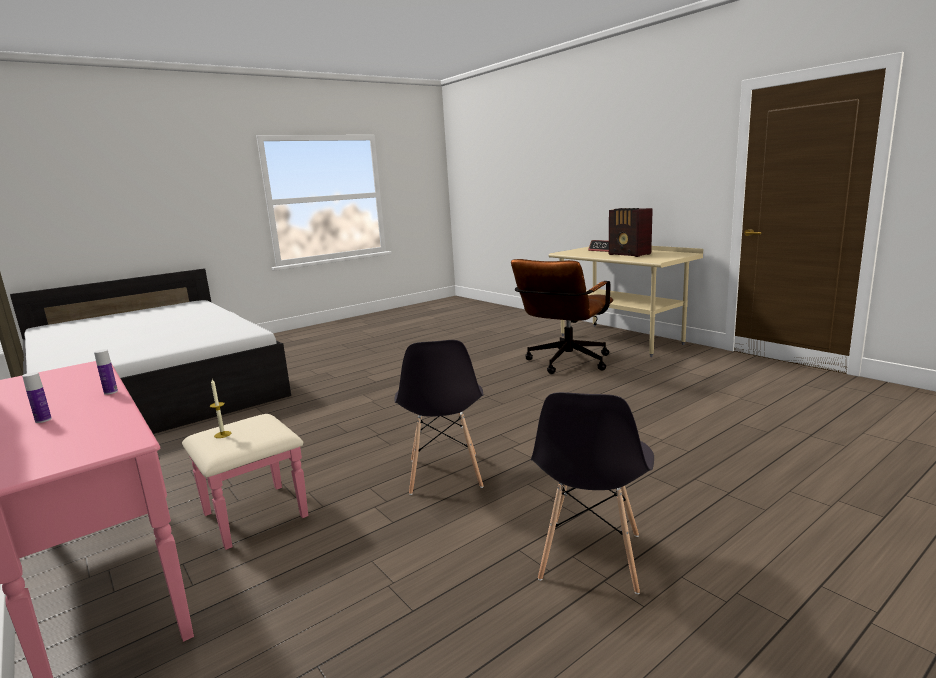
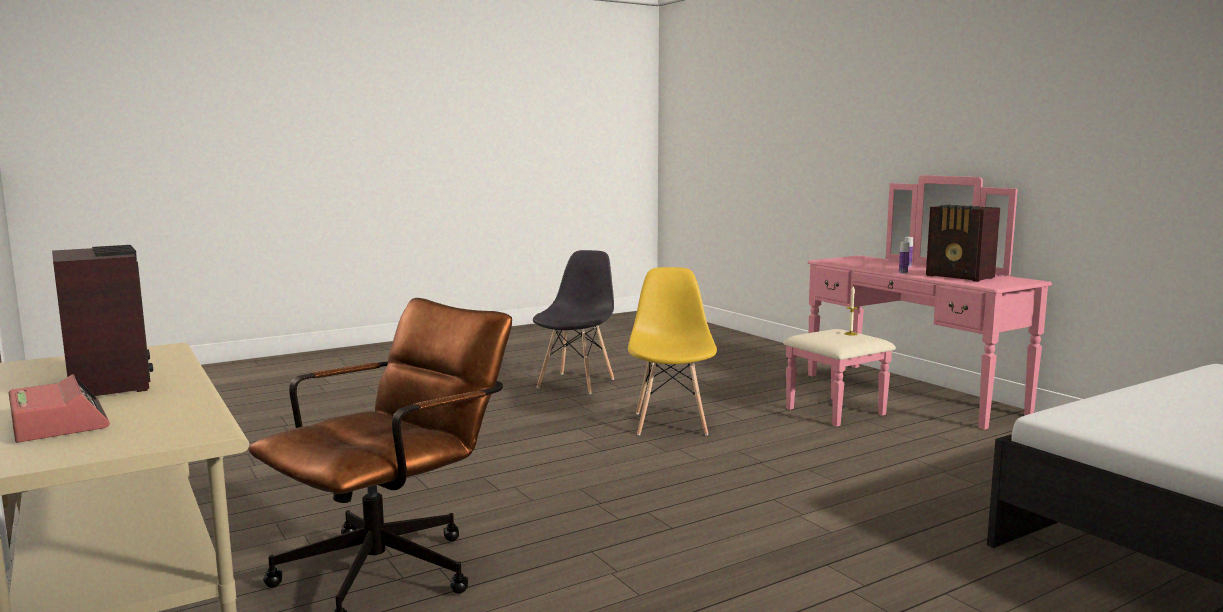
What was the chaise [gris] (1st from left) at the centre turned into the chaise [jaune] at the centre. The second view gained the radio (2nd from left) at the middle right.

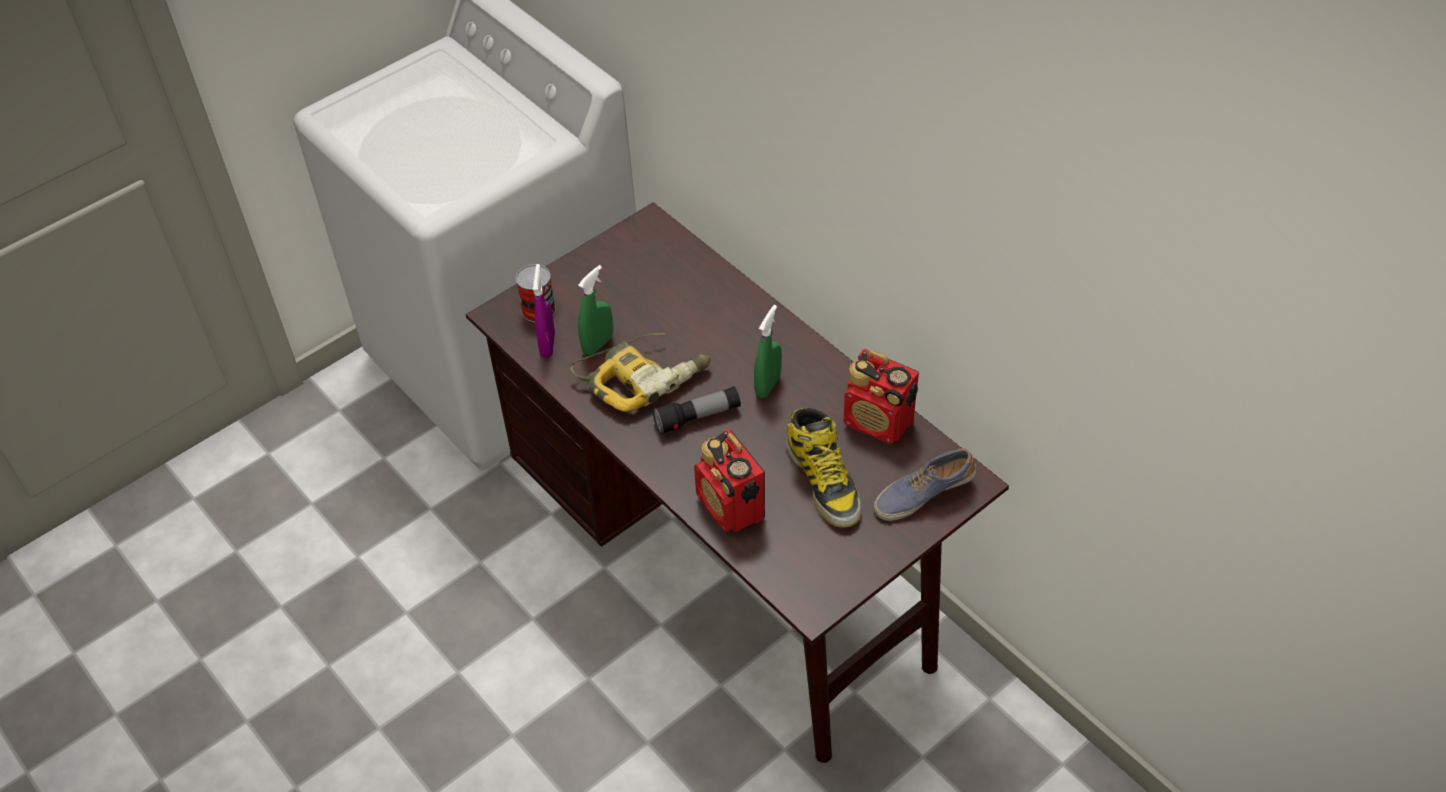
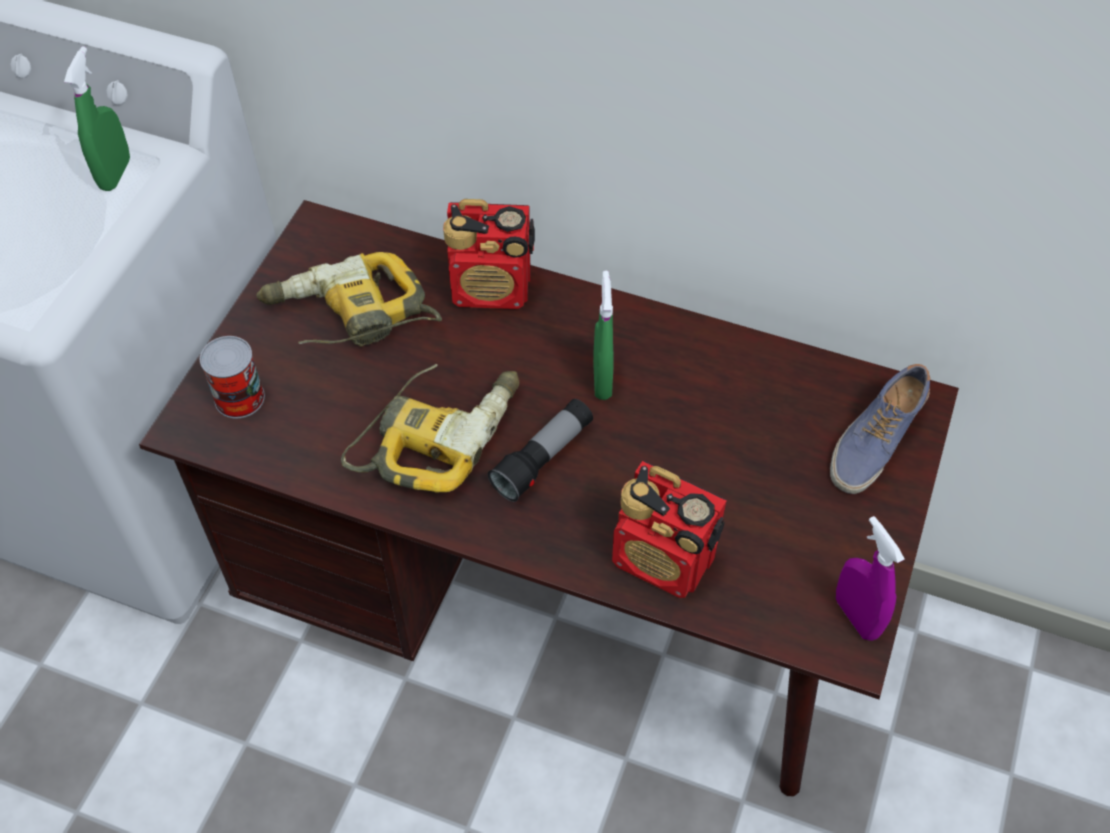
The vaporisateur [violet] ended up elsewhere, having gone from the centre to the bottom right. The vaporisateur [vert] (1st from left) ended up elsewhere, having gone from the centre to the top left. The second view lost the botte at the centre. The radio (2nd from left in the first image) ended up elsewhere, having gone from the centre to the top centre. The second view gained the perceuse (1st from left) at the middle left.

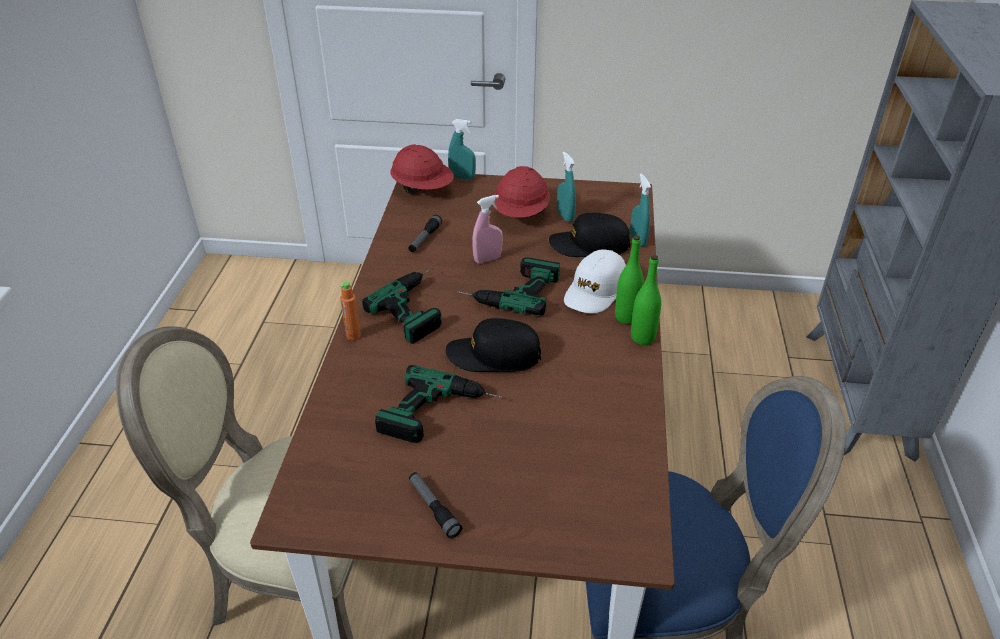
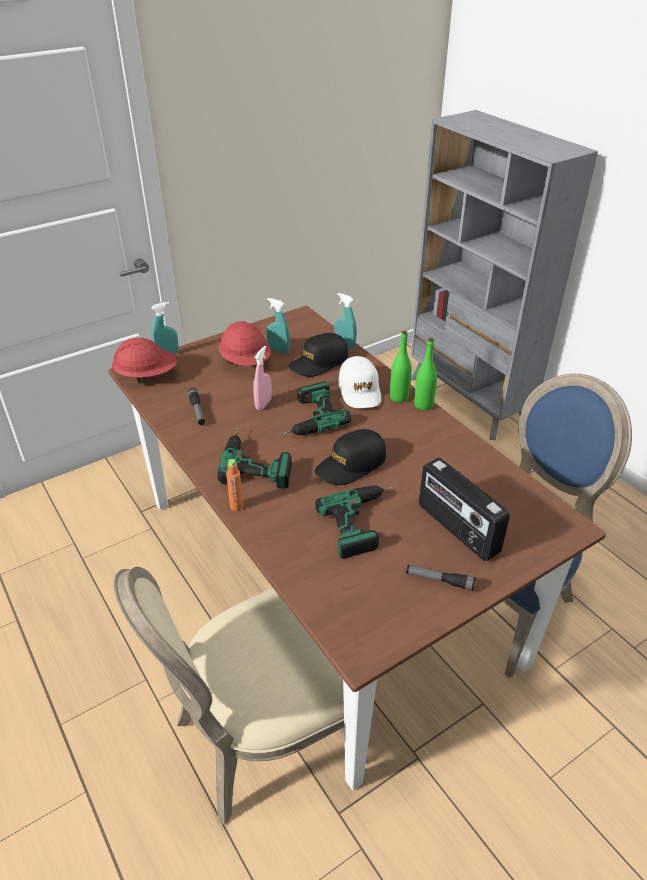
The second view gained the radio at the middle right.

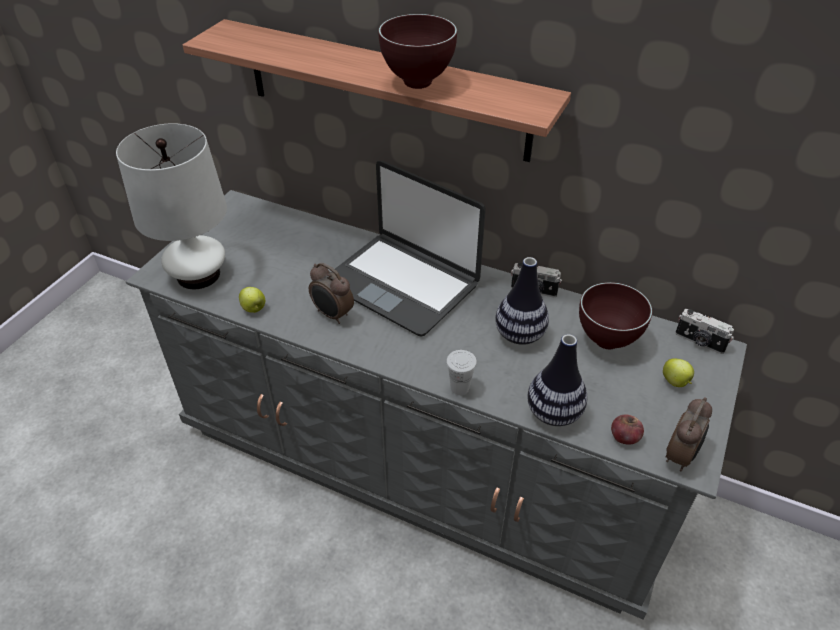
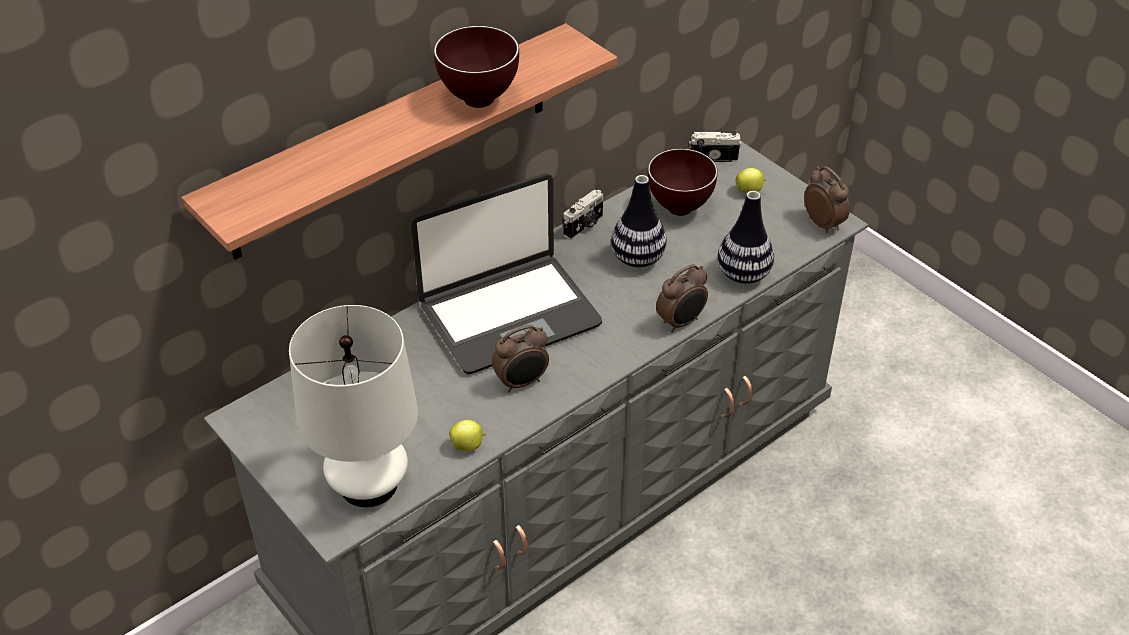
Where the tasse [blanc] stood at the centre, the réveil (2nd from left) came to stand at the centre. The second view lost the pomme (2nd from left) at the bottom right. The appareil photo (2nd from left) at the middle right ended up facing another way, 150 degrees counterclockwise from before.

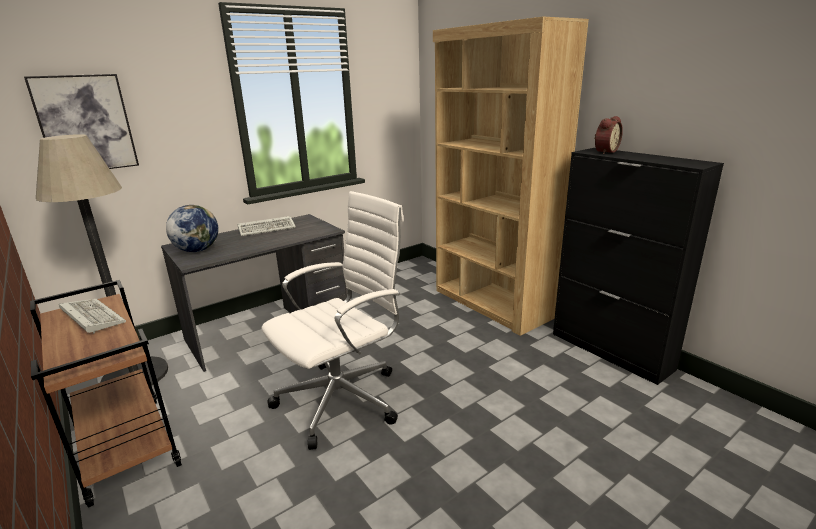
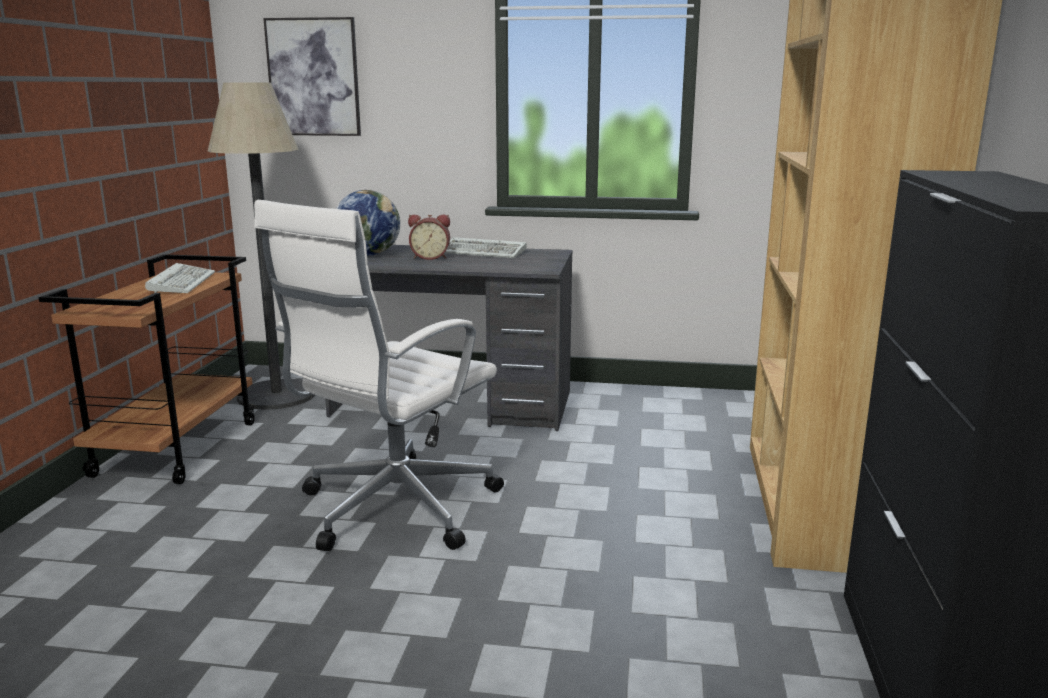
The chaise de bureau [blanc] at the centre ended up facing another way, 120 degrees clockwise from before. The réveil ended up elsewhere, having gone from the top right to the centre.

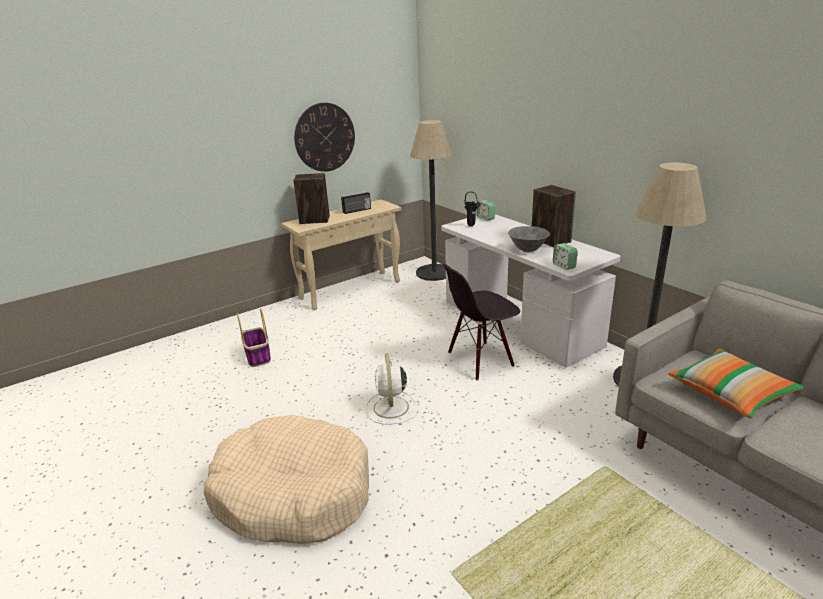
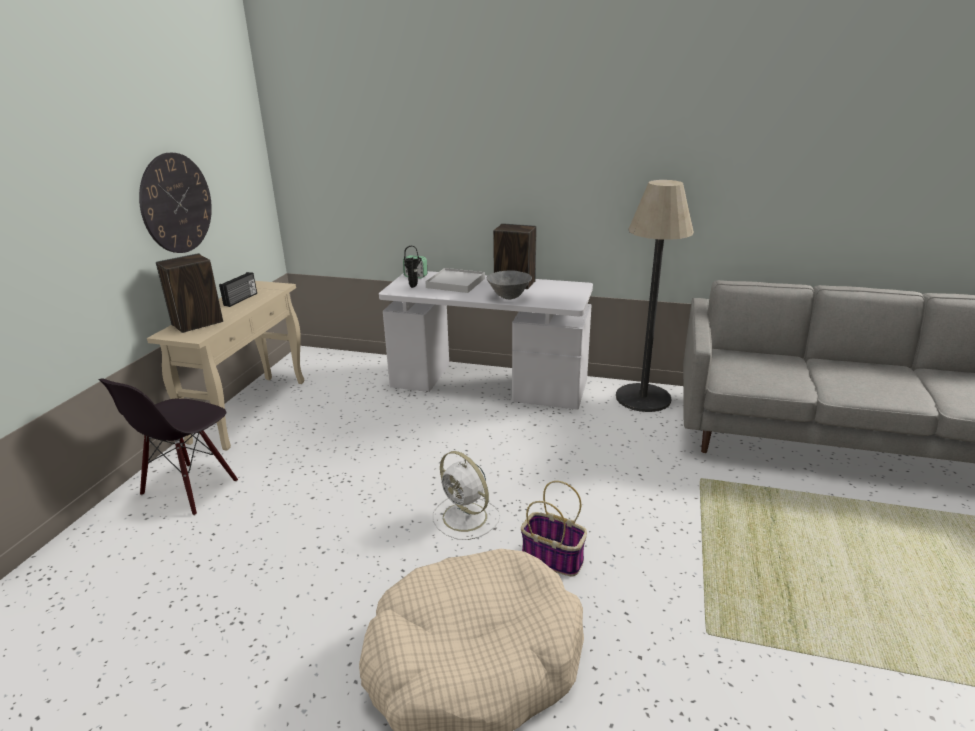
The panier ended up elsewhere, having gone from the middle left to the bottom centre. The second view lost the lampadaire (1st from left) at the centre. The chaise [noir] ended up elsewhere, having gone from the centre to the middle left. The second view lost the réveil (2nd from left) at the middle right. The second view lost the coussin at the middle right. The second view gained the plateau [blanc] at the centre.

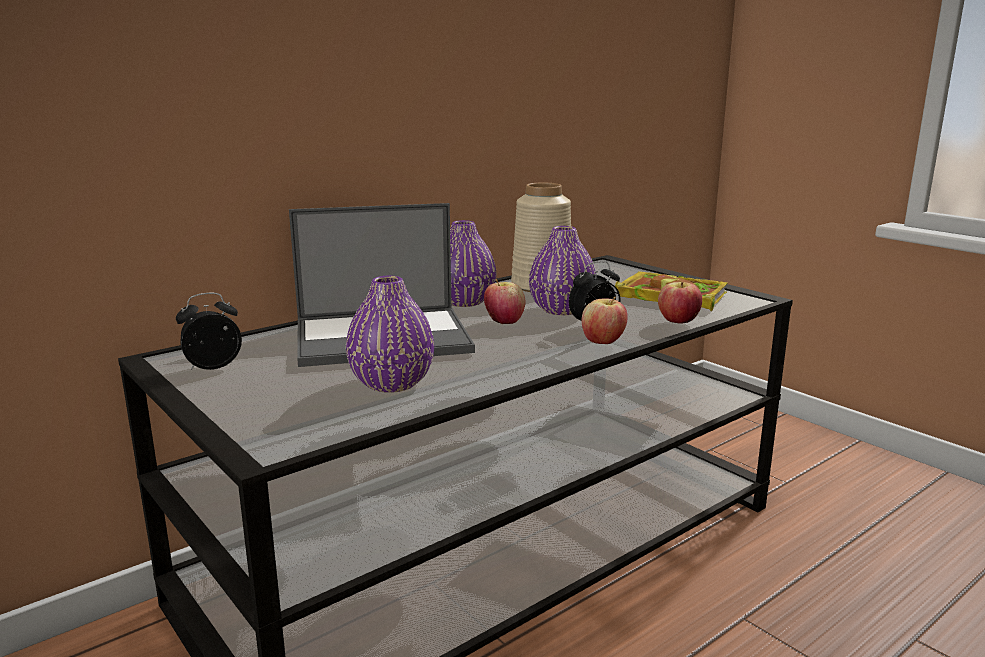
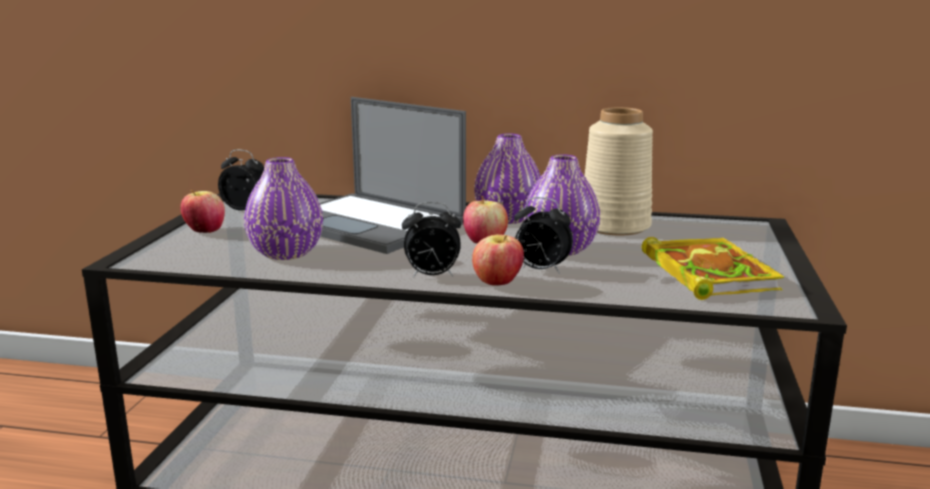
The pomme (3rd from left in the first image) ended up elsewhere, having gone from the middle right to the middle left. The second view gained the réveil (2nd from left) at the centre.

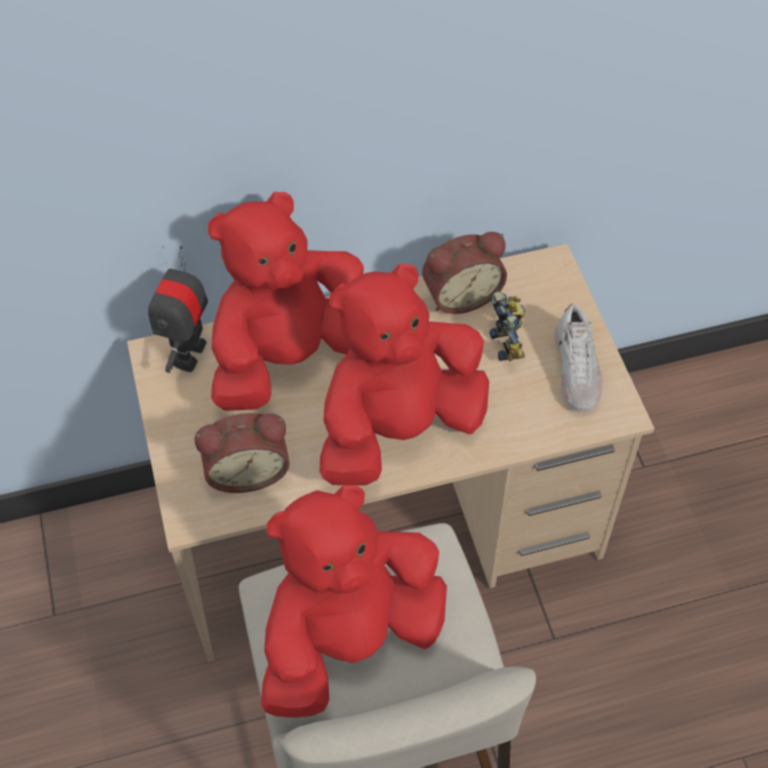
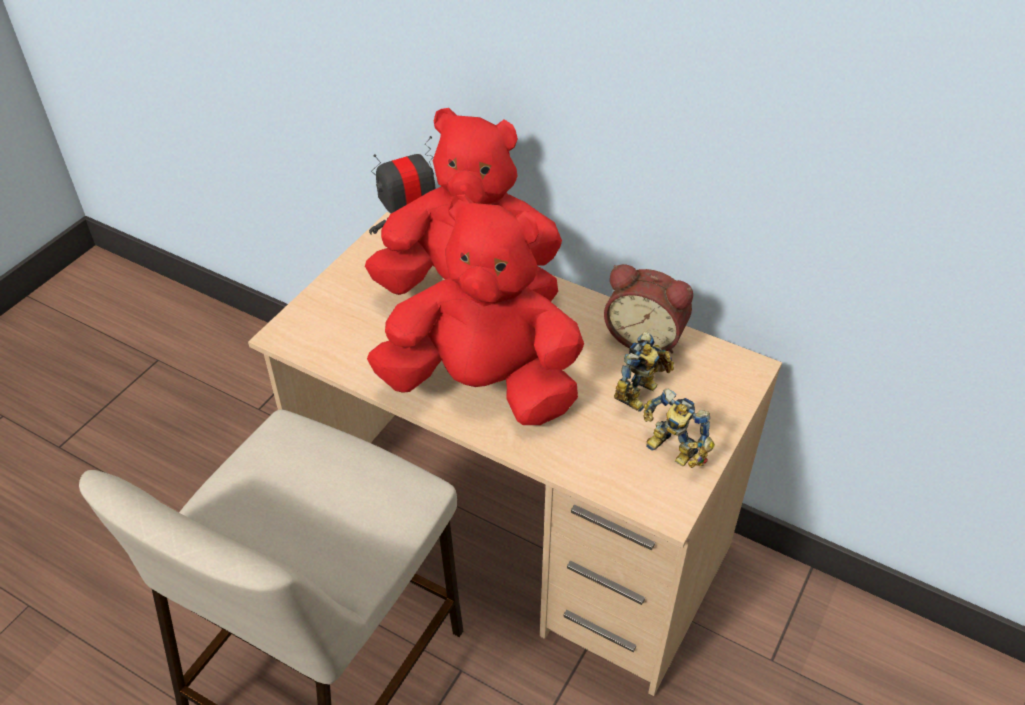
The second view lost the réveil (1st from left) at the middle left. The second view lost the peluche [rouge] (2nd from left) at the bottom centre. Where the chaussure [blanc] stood at the middle right, the robot jouet (3rd from left) came to stand at the centre.

